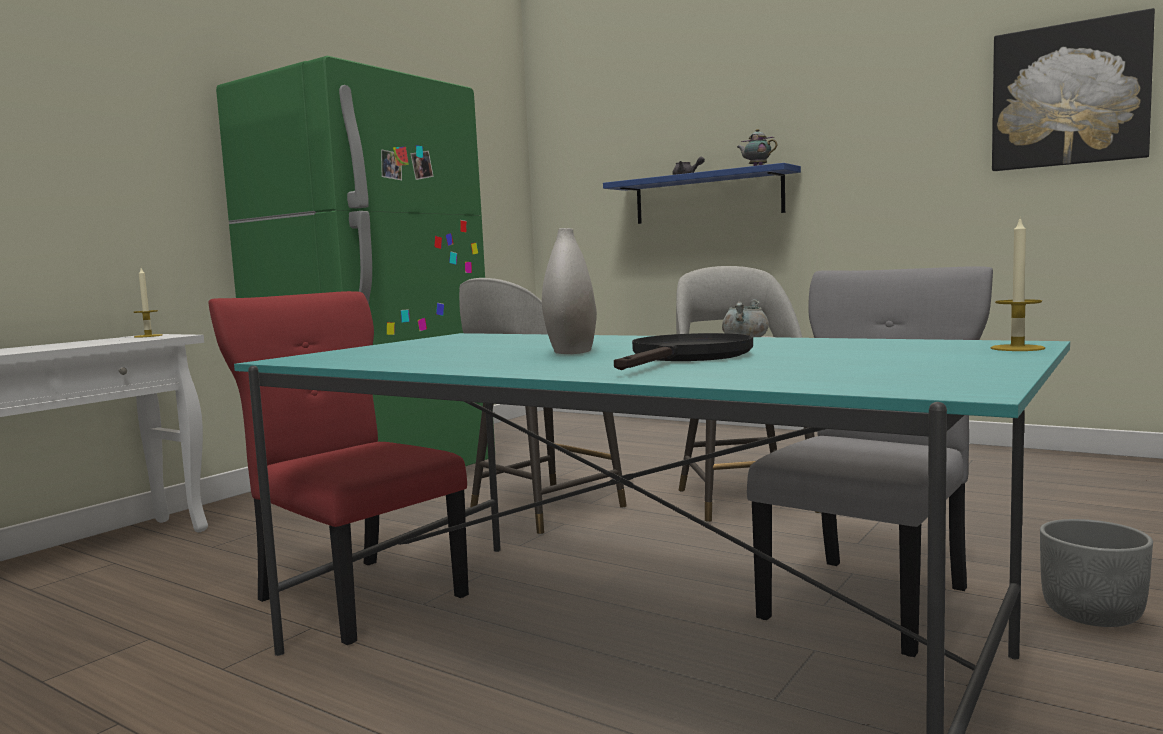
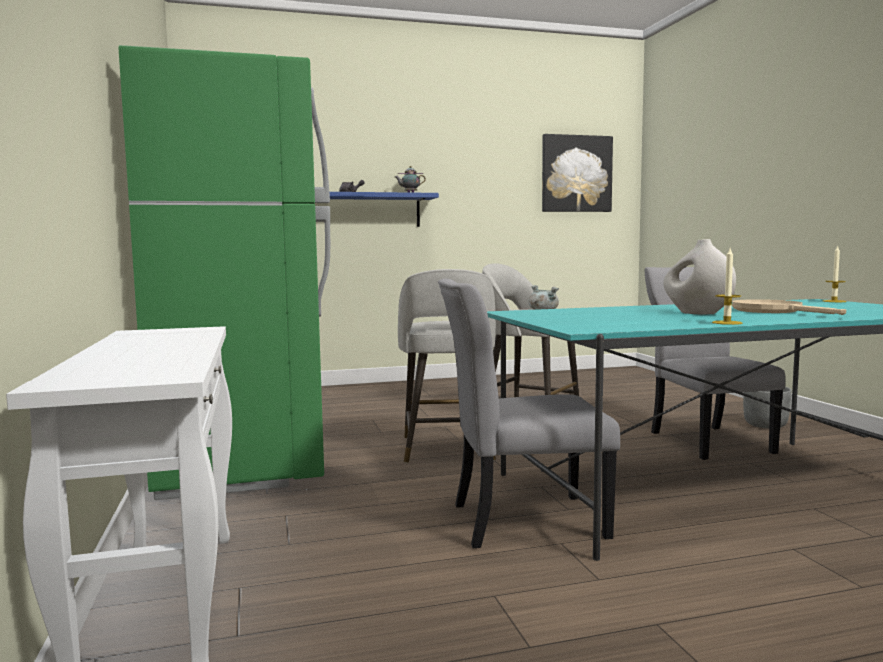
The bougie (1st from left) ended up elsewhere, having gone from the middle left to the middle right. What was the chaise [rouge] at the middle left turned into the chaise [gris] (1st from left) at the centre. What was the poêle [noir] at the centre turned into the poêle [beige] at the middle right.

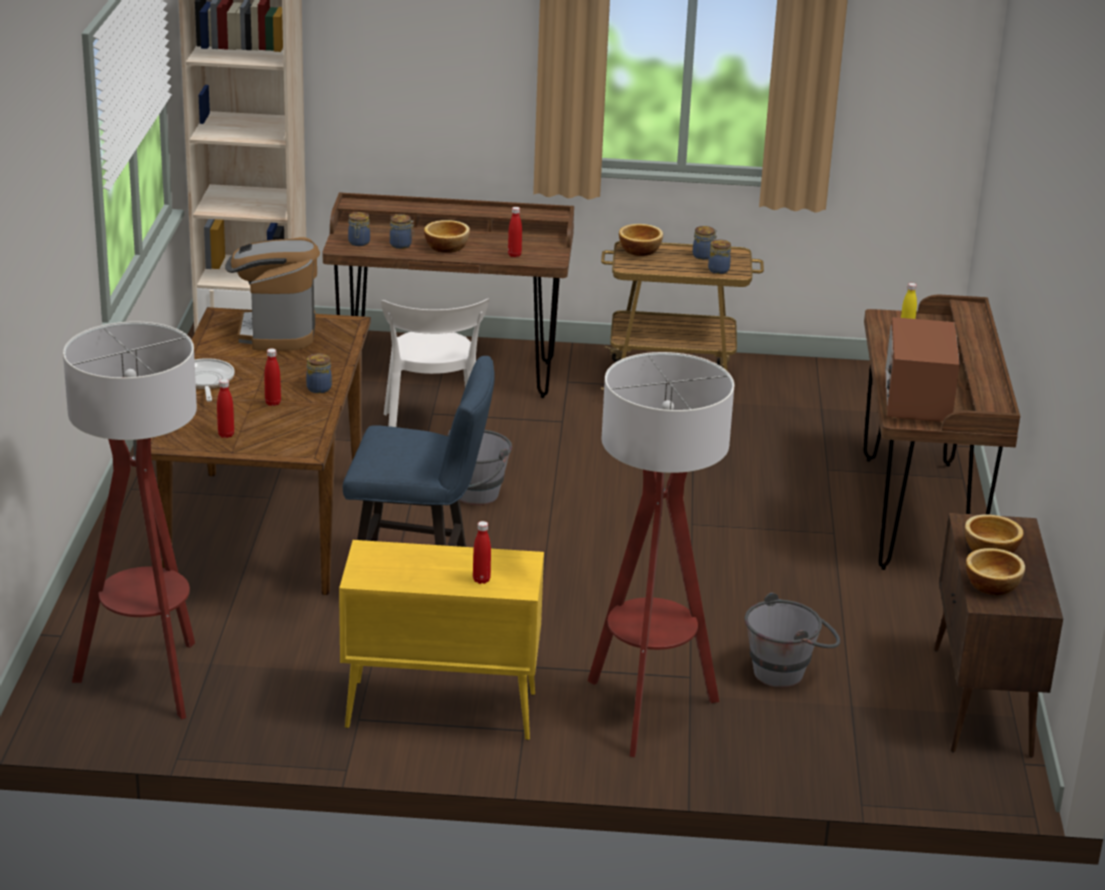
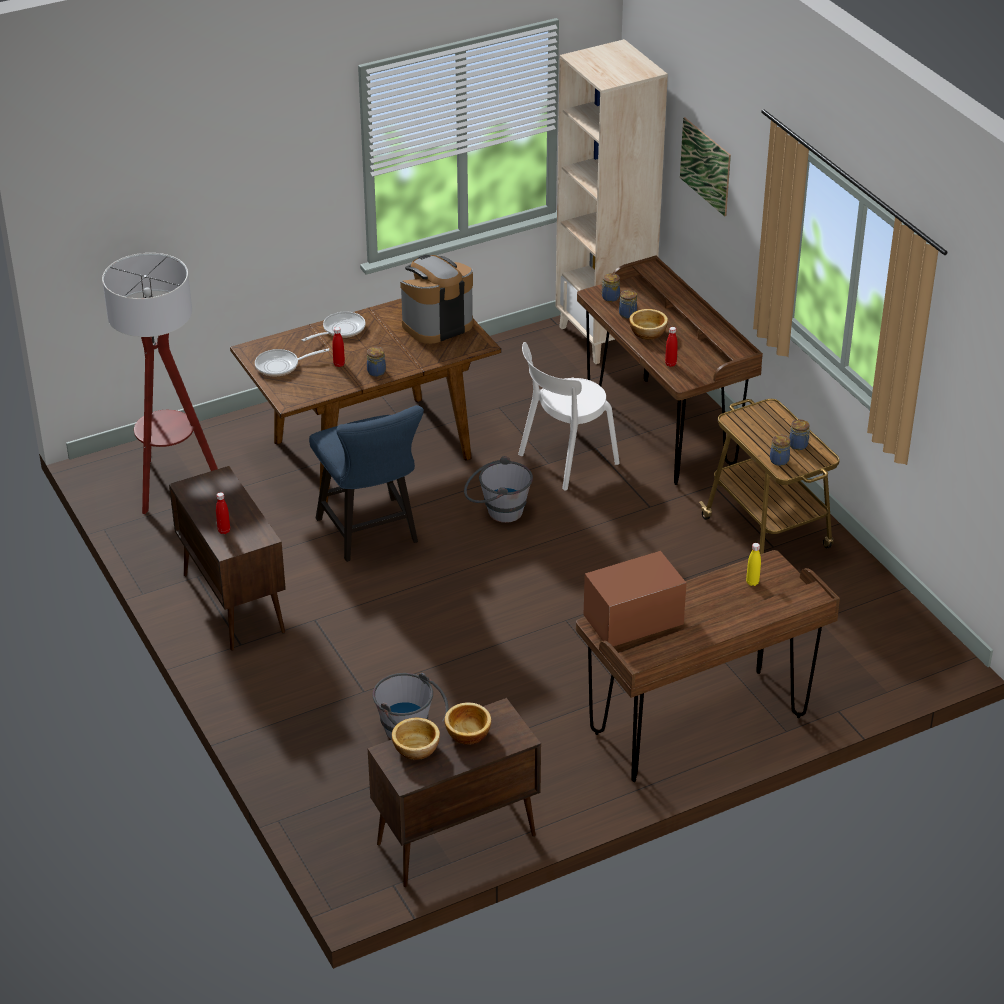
Where the bouteille [rouge] (1st from left) stood at the middle left, the poêle (1st from left) came to stand at the middle left. What was the meuble de rangement [jaune] at the bottom centre turned into the meuble de rangement [marron] (1st from left) at the middle left. The second view lost the lampadaire (2nd from left) at the centre. The second view lost the bol (2nd from left) at the top centre. The second view gained the tableau at the top right.

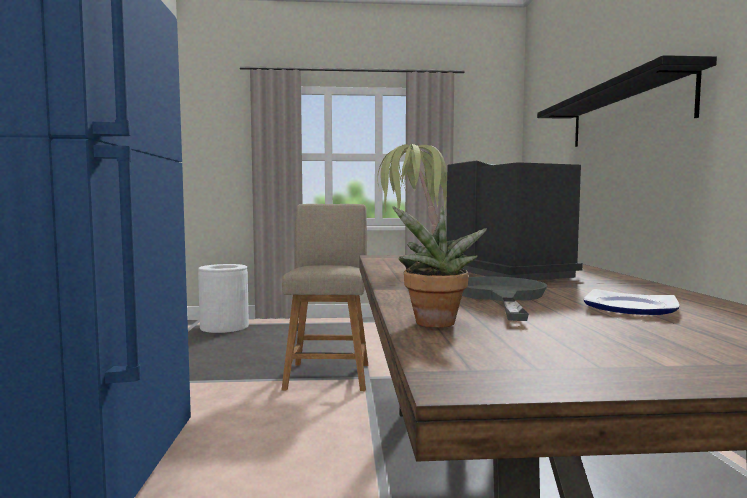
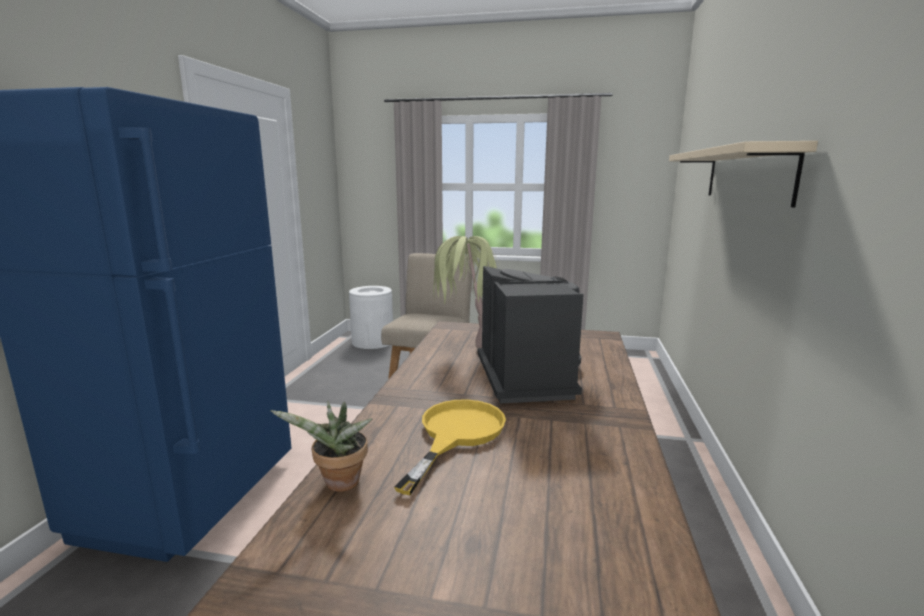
What was the poêle [gris] at the middle right turned into the poêle [jaune] at the bottom centre. What was the étagère [noir] at the top right turned into the étagère [beige] at the top right. The second view lost the assiette at the middle right.

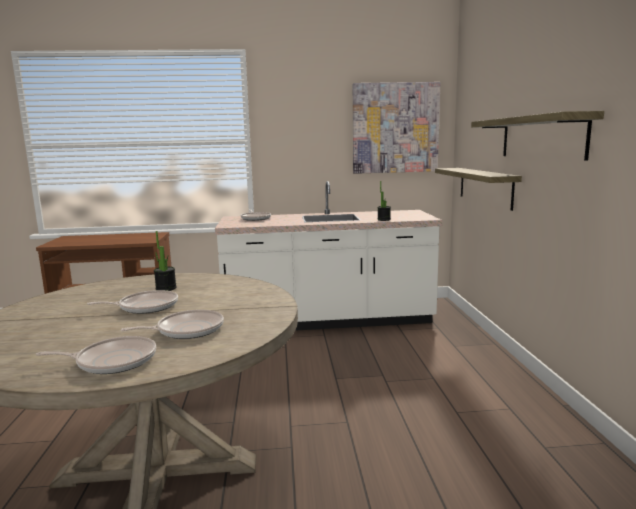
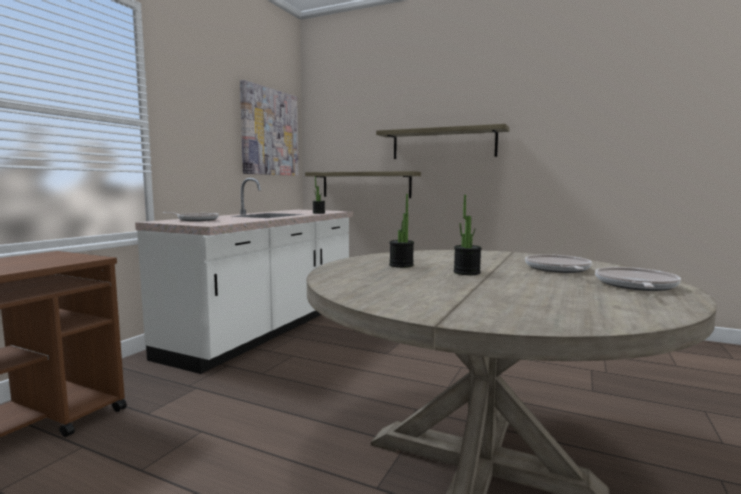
Where the poêle (2nd from left) stood at the middle left, the plante en pot (3rd from left) came to stand at the centre.

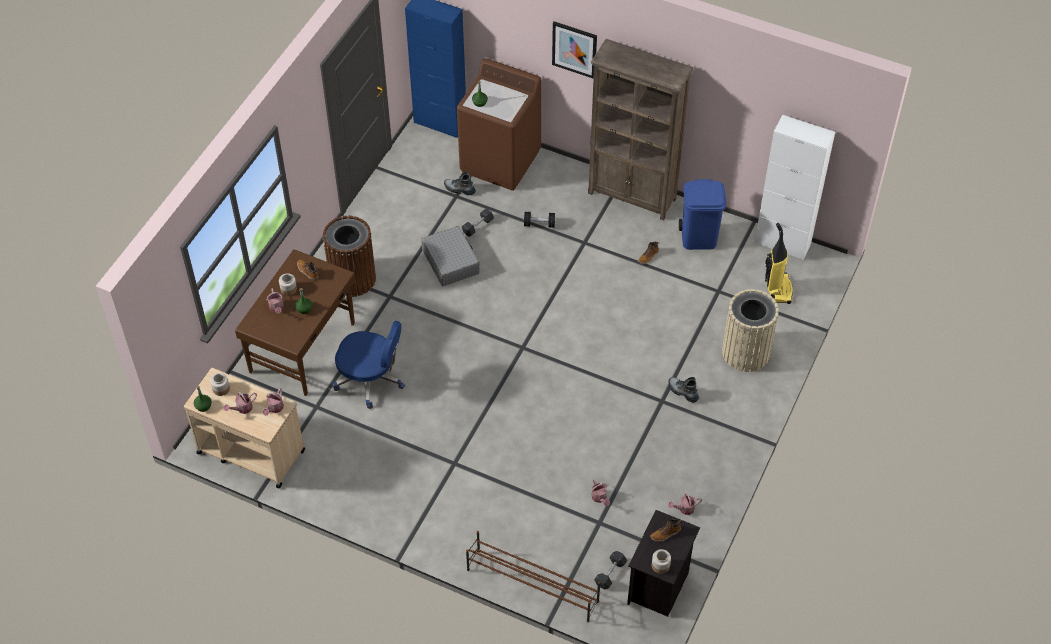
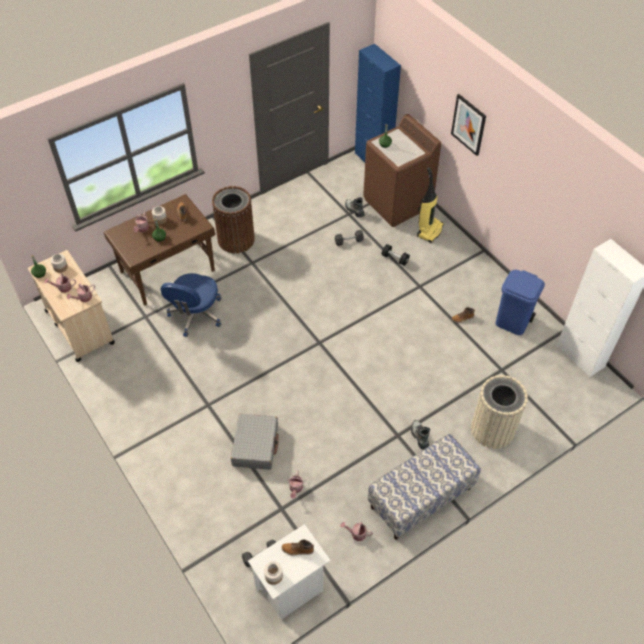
The chaise de bureau [bleu] at the centre ended up facing another way, 60 degrees clockwise from before. The valise [gris] ended up elsewhere, having gone from the centre to the bottom centre. The second view lost the étagère à chaussures [marron] at the bottom centre. The second view lost the bibliothèque [marron] at the top centre. What was the table de chevet [noir] at the bottom centre turned into the table de chevet [blanc] at the bottom centre. The aspirateur ended up elsewhere, having gone from the middle right to the top right. The second view gained the banc at the bottom centre.

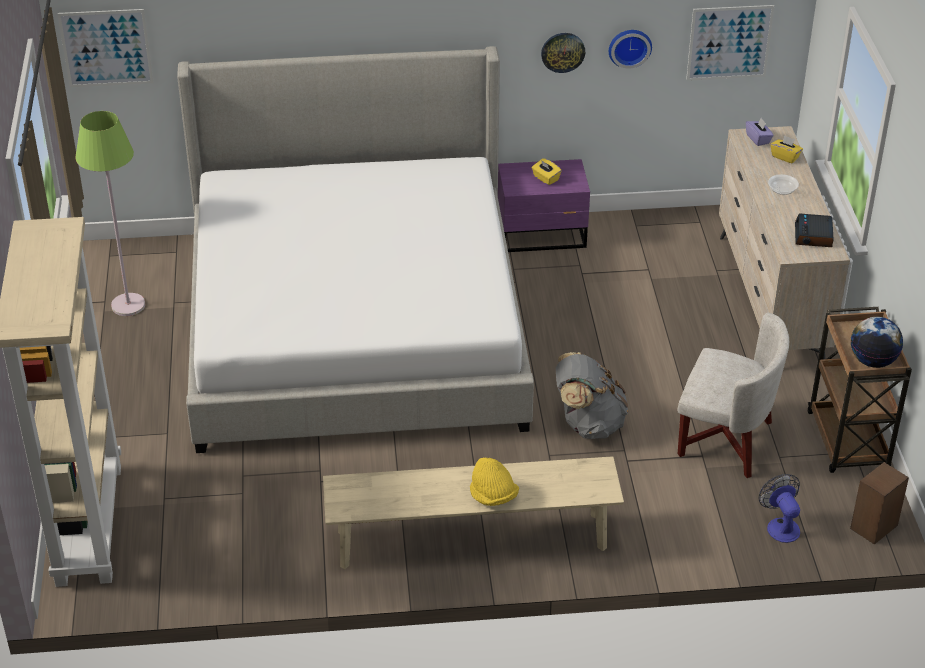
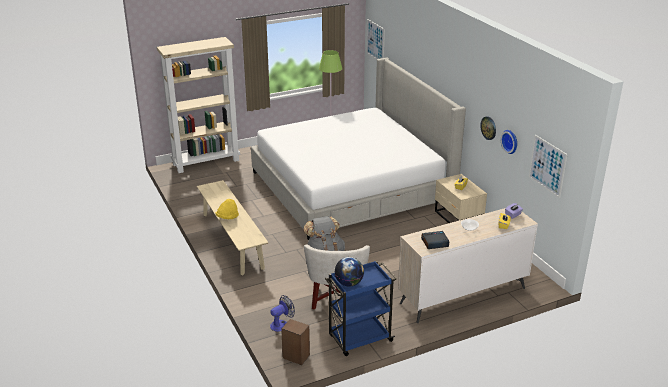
What was the table de chevet [violet] at the top centre turned into the table de chevet [beige] at the middle right. What was the chariot [marron] at the middle right turned into the chariot [bleu] at the bottom centre.

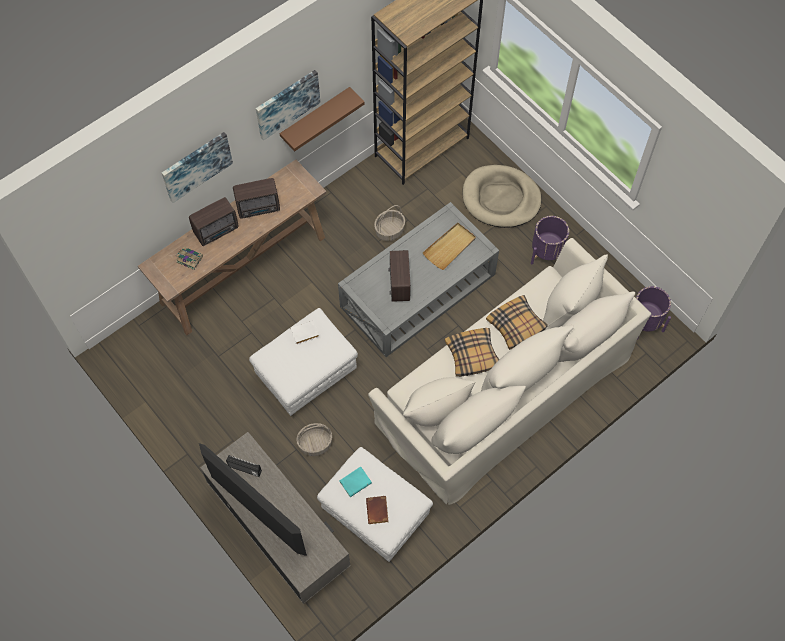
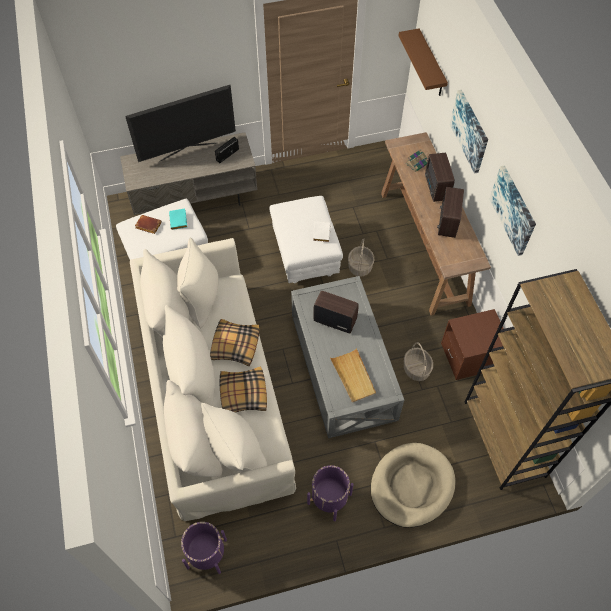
The étagère [marron] ended up elsewhere, having gone from the top centre to the top right. The panier (1st from left) ended up elsewhere, having gone from the bottom centre to the centre. The second view gained the table de chevet [marron] at the middle right.

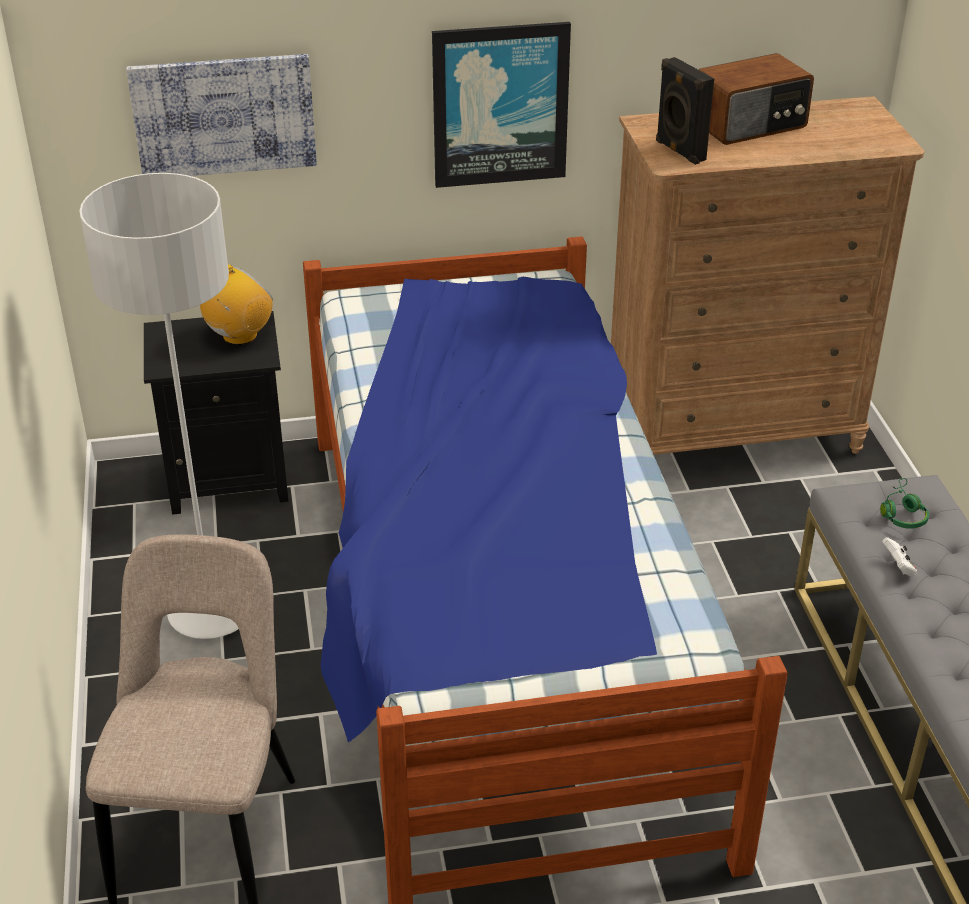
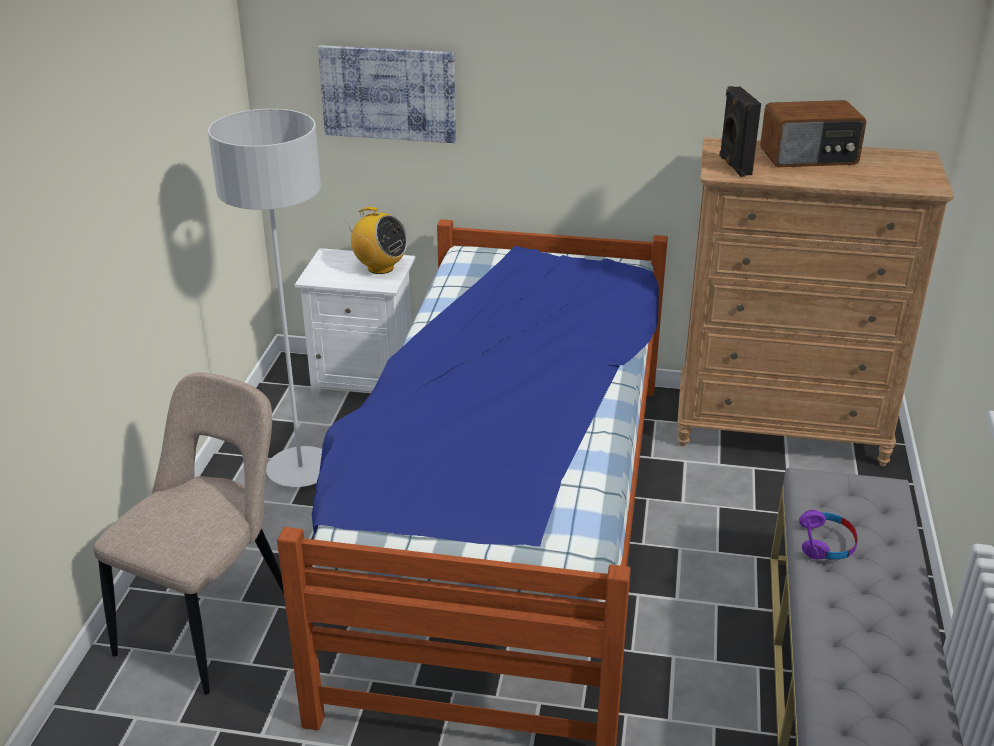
What was the table de chevet [noir] at the middle left turned into the table de chevet [blanc] at the centre. The radio (1st from left) at the middle left ended up facing another way, 60 degrees clockwise from before. The second view lost the tableau (2nd from left) at the top centre. The second view lost the casque audio [vert] at the middle right. Where the manette [blanc] stood at the middle right, the casque audio [violet] came to stand at the bottom right.

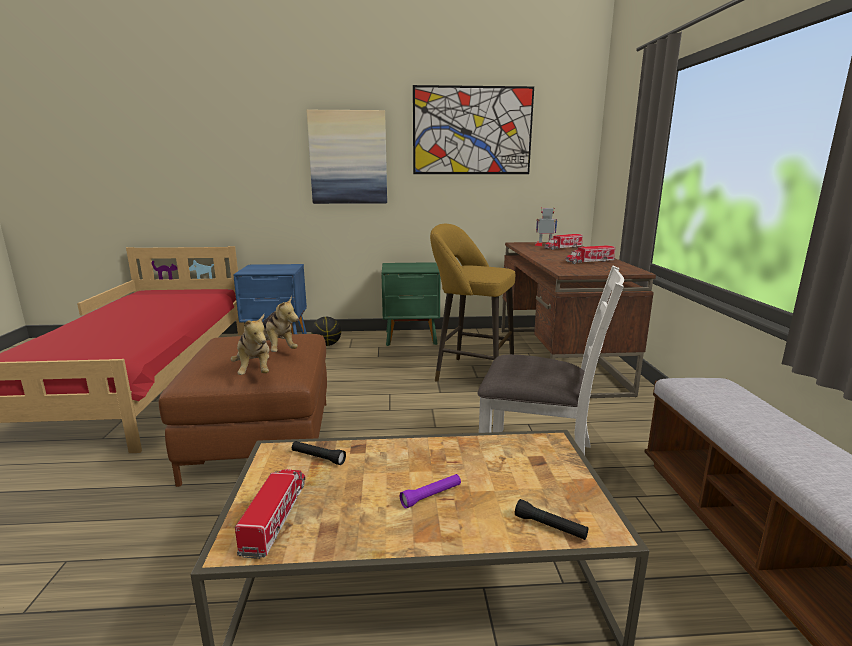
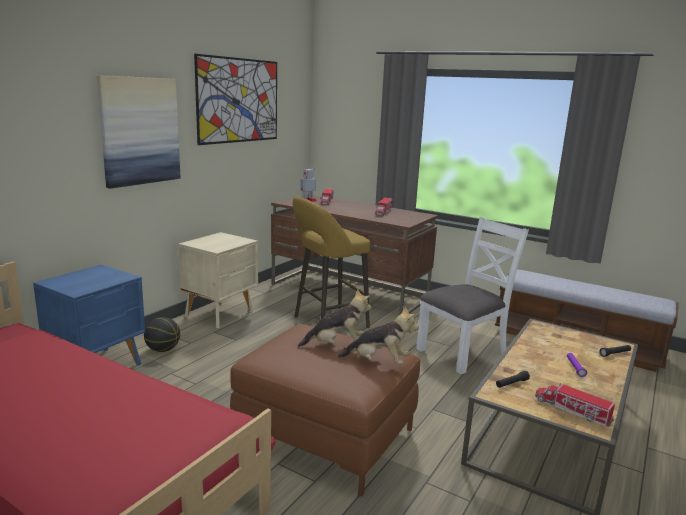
What was the table de chevet [vert] at the centre turned into the table de chevet [beige] at the middle left.

